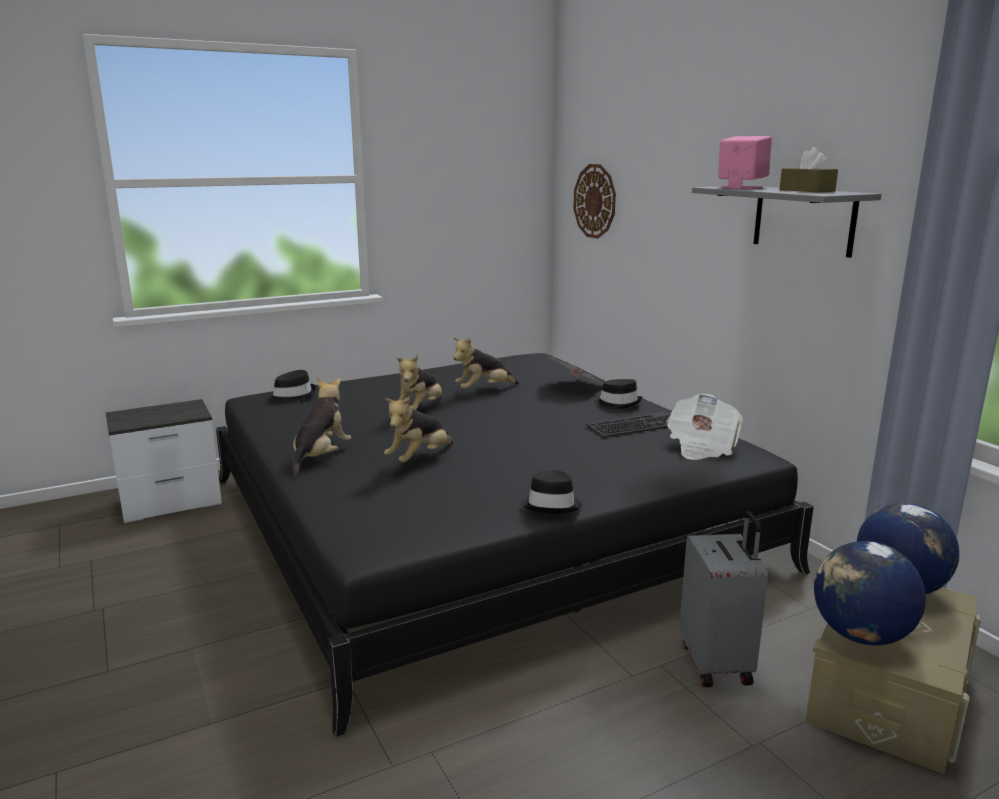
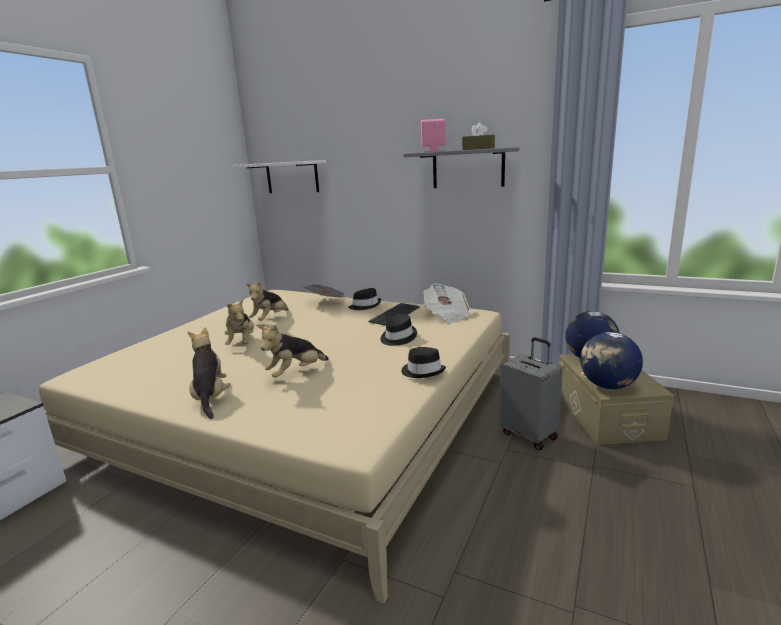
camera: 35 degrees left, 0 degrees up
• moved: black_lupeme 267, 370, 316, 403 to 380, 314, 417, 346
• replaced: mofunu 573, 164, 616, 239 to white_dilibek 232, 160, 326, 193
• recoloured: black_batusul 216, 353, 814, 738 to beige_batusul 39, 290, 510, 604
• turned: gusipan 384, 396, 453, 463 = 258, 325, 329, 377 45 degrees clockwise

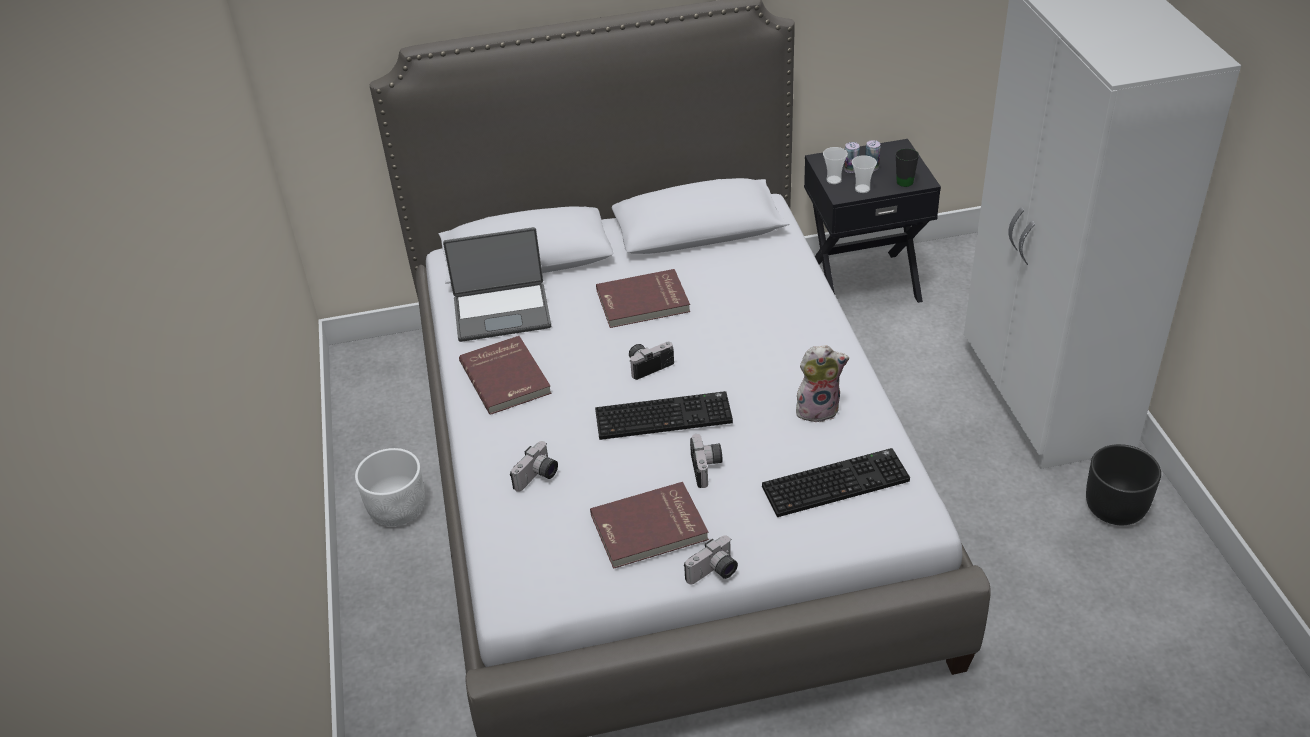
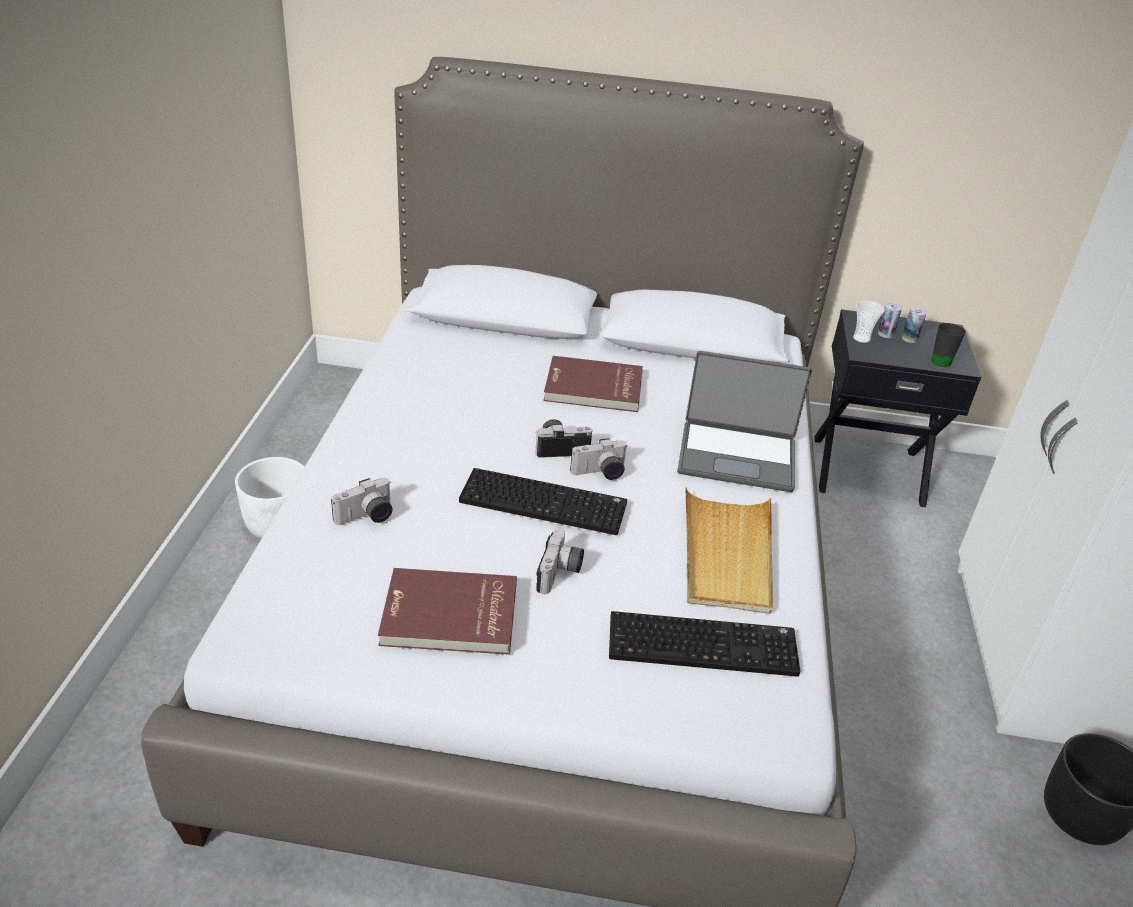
camera: 15 degrees right, 5 degrees down
• removed: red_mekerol 459, 336, 552, 415
• removed: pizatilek 852, 155, 877, 193
• moved: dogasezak 443, 227, 551, 342 to 677, 351, 812, 492
• moved: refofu 684, 535, 738, 584 to 570, 438, 628, 480
• replaced: gusipan 796, 345, 849, 422 to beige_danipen 685, 487, 773, 614

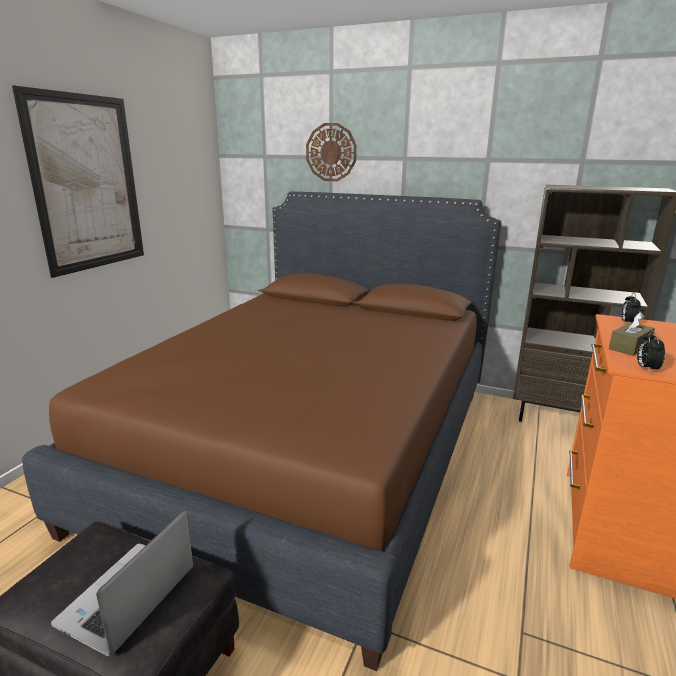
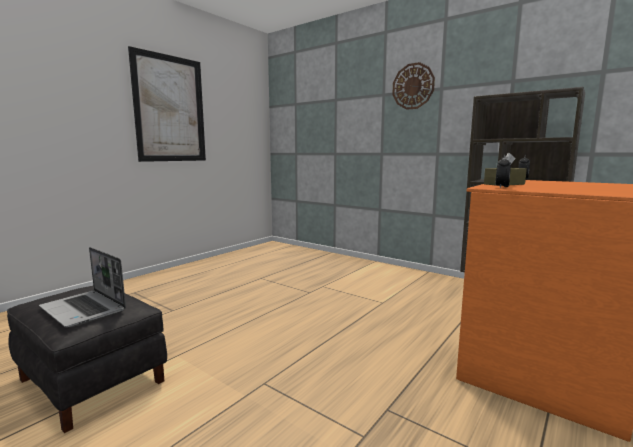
camera: 15 degrees right, 10 degrees down
• removed: brown_batusul 22, 191, 501, 671
• moved: mofunu 306, 123, 357, 181 to 392, 62, 435, 110
• turned: dogasezak 51, 511, 193, 656 = 39, 247, 126, 327 90 degrees counterclockwise

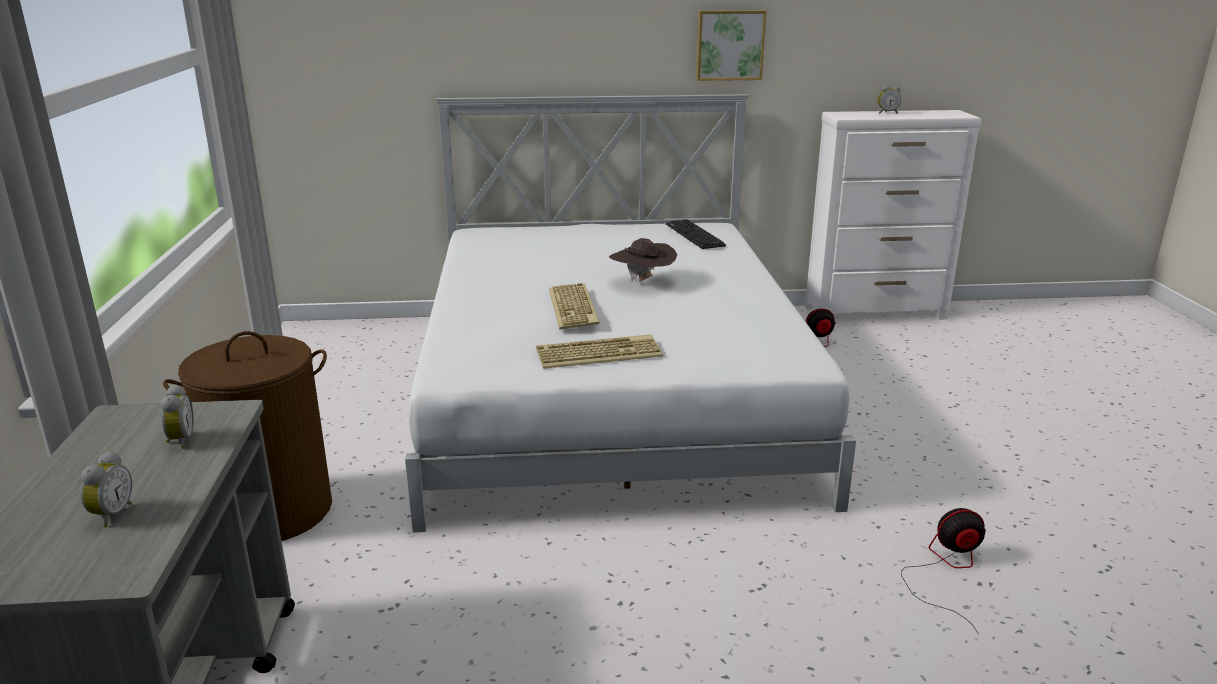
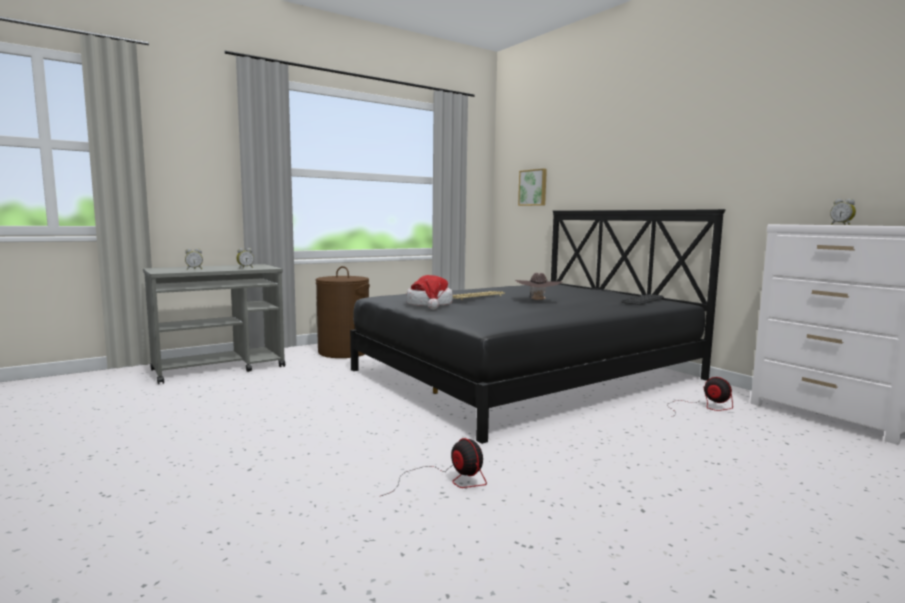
camera: 60 degrees right, 15 degrees down
• moved: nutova 696, 10, 766, 81 to 518, 169, 547, 206
• replaced: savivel 536, 335, 663, 369 to lupeme 407, 275, 453, 309
• recoloured: white_batusul 405, 94, 856, 533 to black_batusul 350, 209, 726, 444

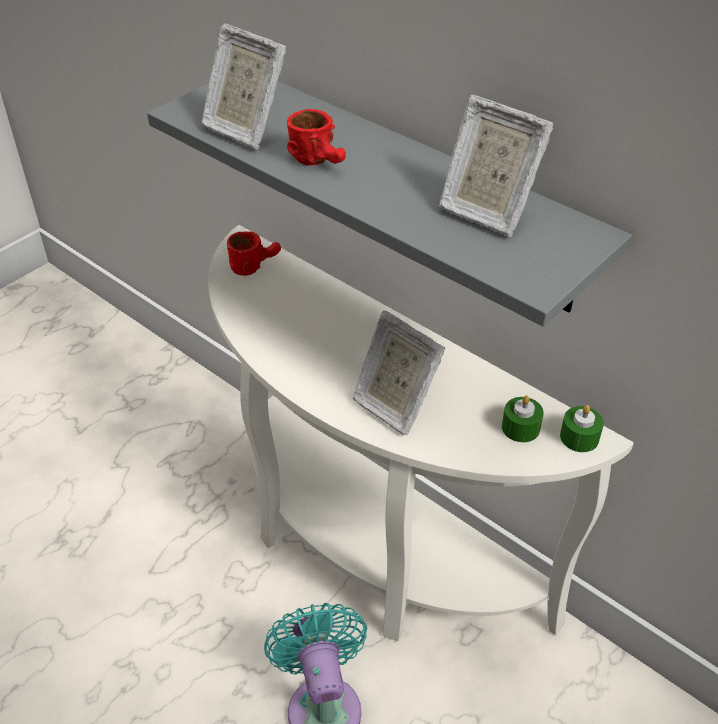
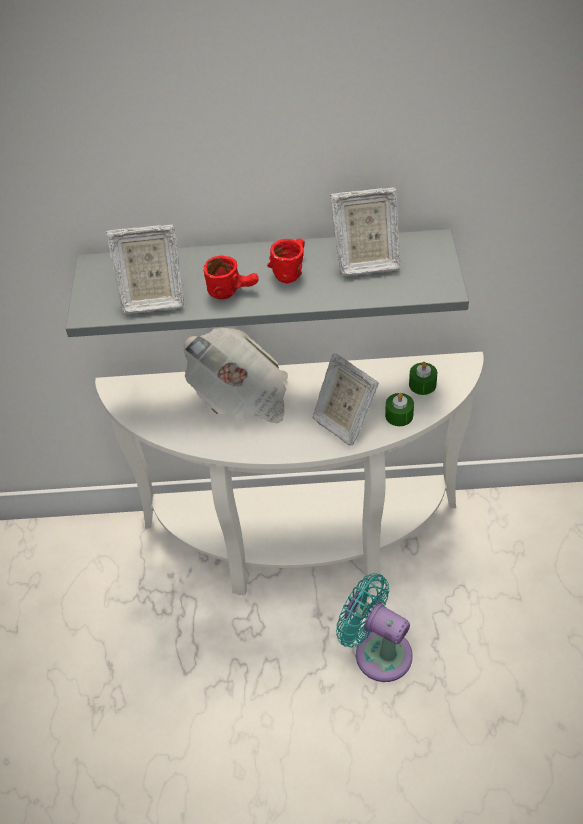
camera: 40 degrees left, 5 degrees up
• added: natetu 184, 328, 288, 423
• moved: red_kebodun 227, 231, 281, 276 to 267, 238, 305, 283
• moved: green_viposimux 560, 405, 604, 452 to 385, 393, 414, 426
• turned: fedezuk 353, 310, 445, 435 = 312, 353, 379, 446 45 degrees clockwise

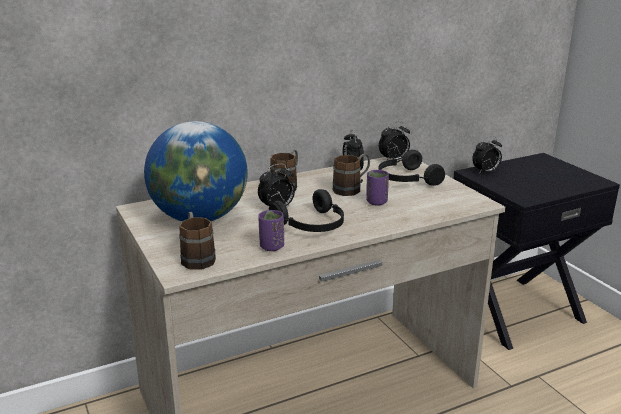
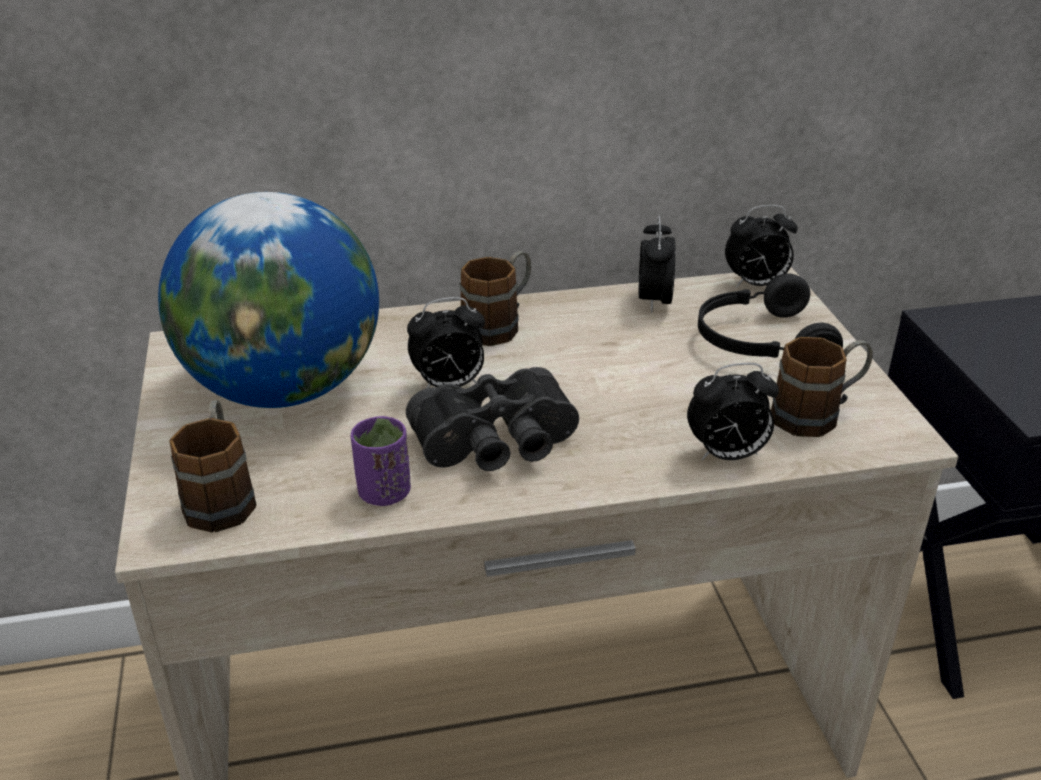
camera: 15 degrees right, 10 degrees up
• removed: purple_pizatilek 366, 170, 389, 206
• moved: brown_kebodun 333, 154, 370, 196 to 771, 337, 873, 437
• moved: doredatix 472, 136, 502, 174 to 687, 363, 779, 460
• replaced: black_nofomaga 269, 189, 344, 232 to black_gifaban 406, 367, 579, 471

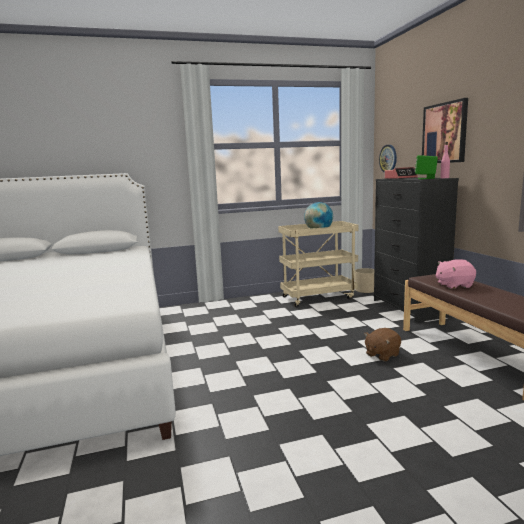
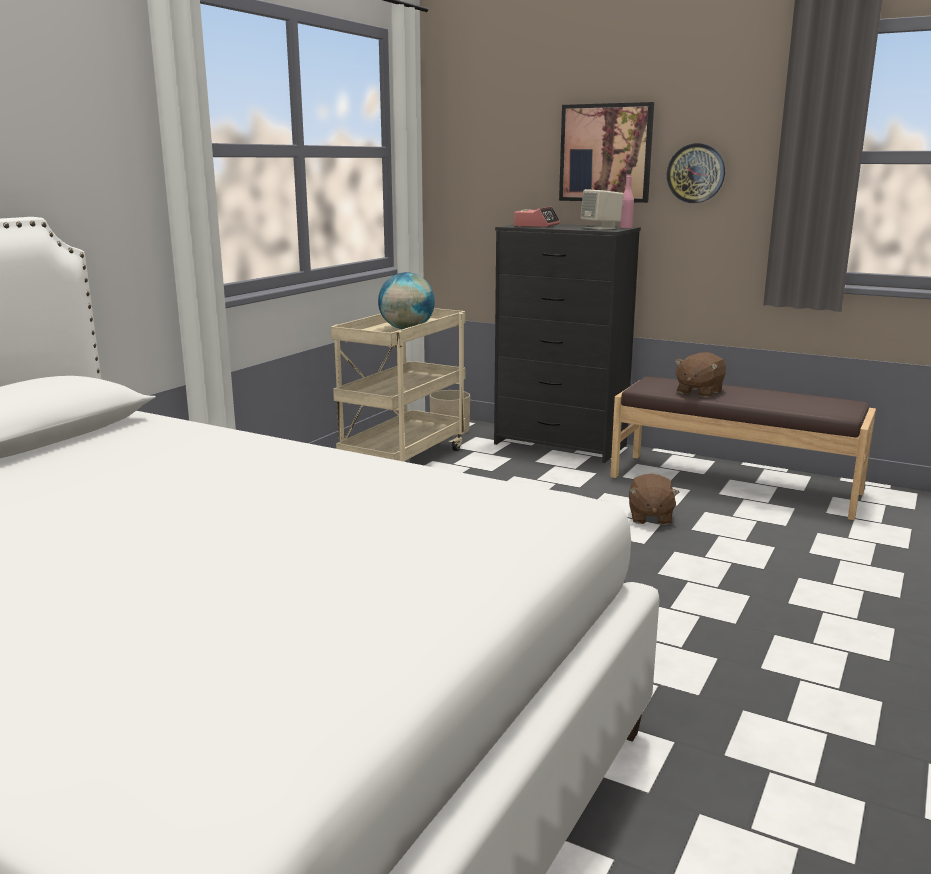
camera: 45 degrees left, 5 degrees up
• moved: mofunu 379, 145, 397, 173 to 667, 143, 725, 203
• recoloured: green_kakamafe 415, 155, 438, 179 to beige_kakamafe 580, 189, 624, 230
• recoloured: pink_gusipan 435, 259, 476, 289 to brown_gusipan 675, 352, 726, 398

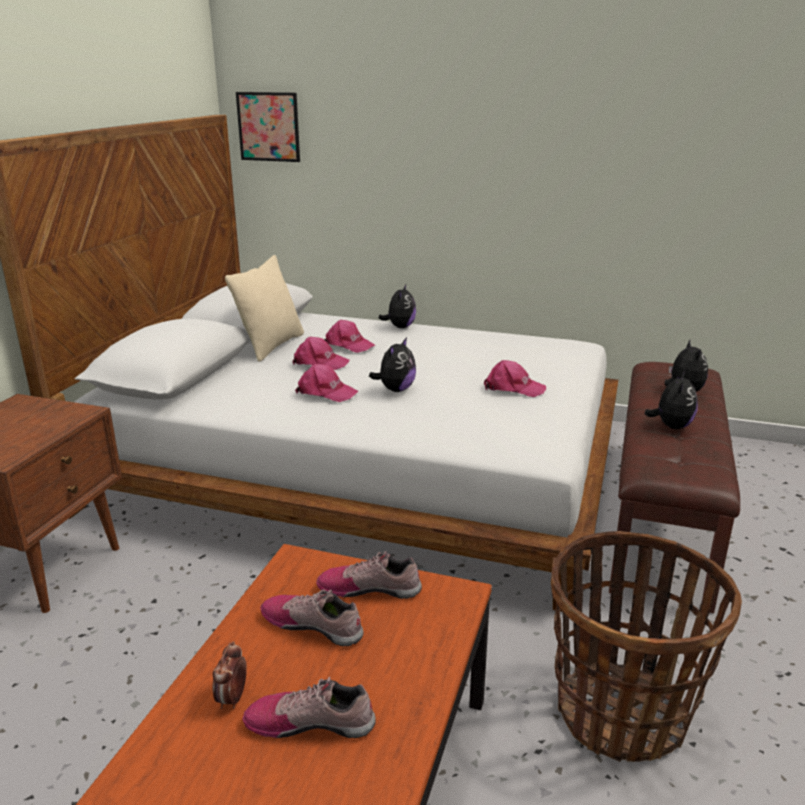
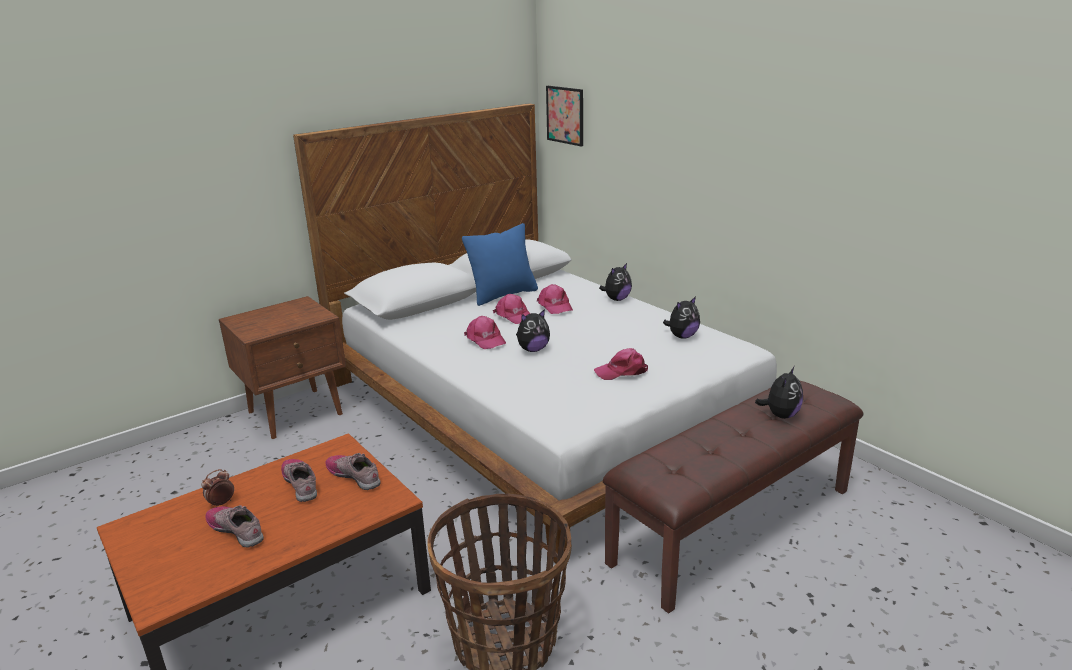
camera: 35 degrees right, 0 degrees up
• moved: gusipan 644, 371, 698, 429 to 663, 296, 700, 339
• recoloured: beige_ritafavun 225, 255, 304, 362 to blue_ritafavun 462, 223, 538, 306
• turned: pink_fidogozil 484, 360, 546, 397 = 594, 348, 648, 380 120 degrees clockwise

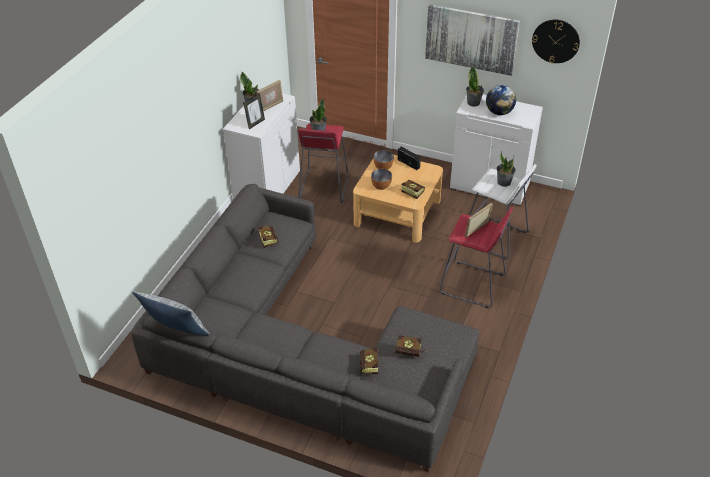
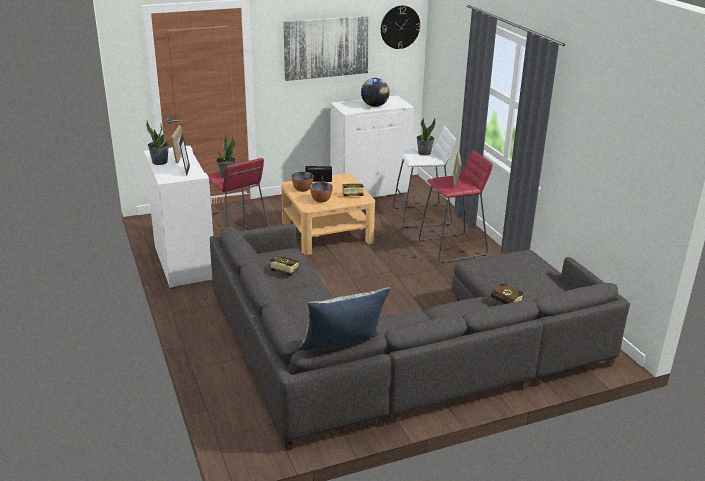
camera: 45 degrees left, 15 degrees down
• removed: mekerol 396, 334, 427, 357
• removed: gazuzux 466, 66, 484, 107

